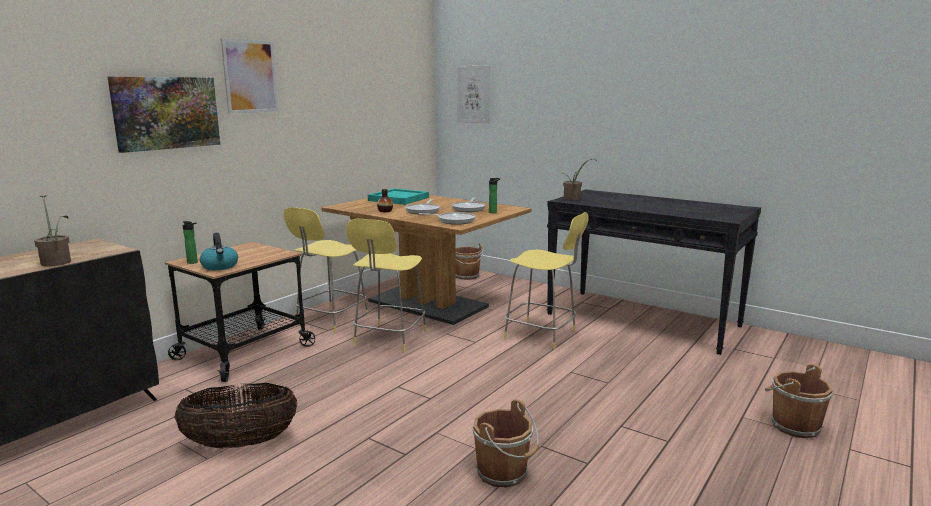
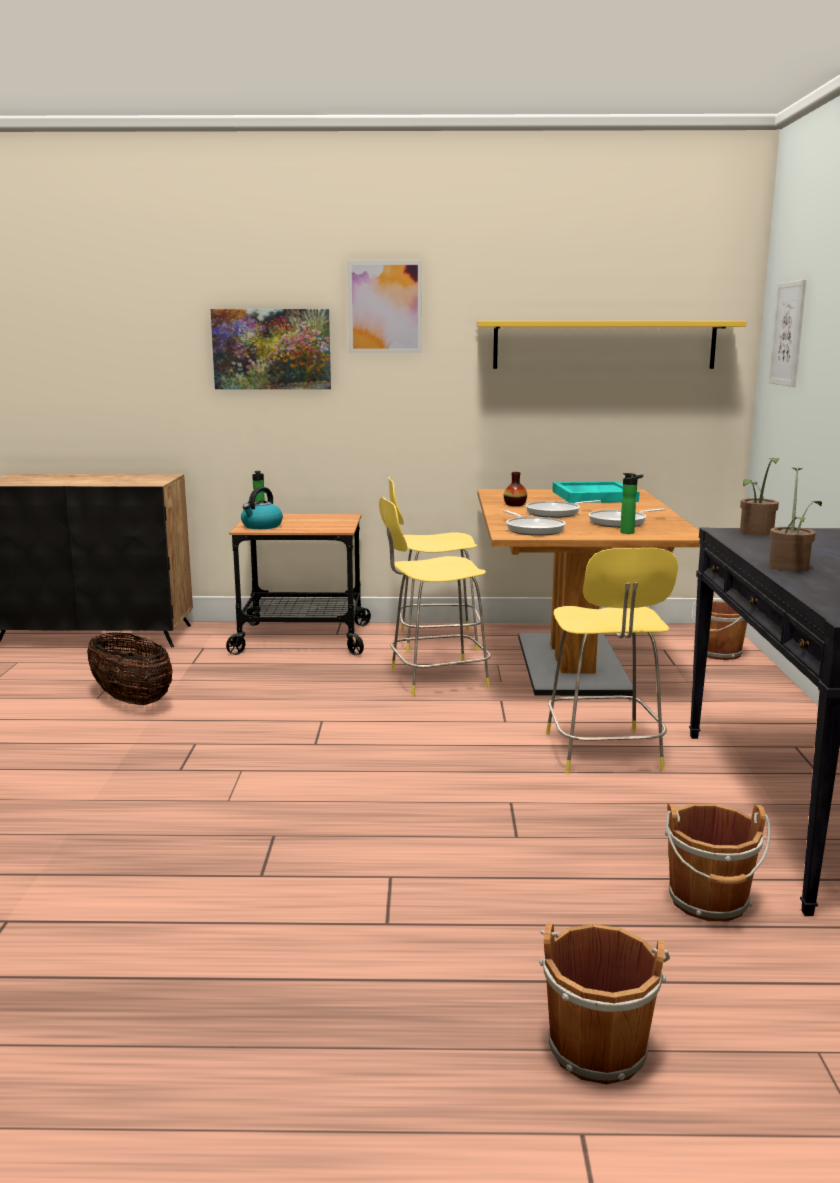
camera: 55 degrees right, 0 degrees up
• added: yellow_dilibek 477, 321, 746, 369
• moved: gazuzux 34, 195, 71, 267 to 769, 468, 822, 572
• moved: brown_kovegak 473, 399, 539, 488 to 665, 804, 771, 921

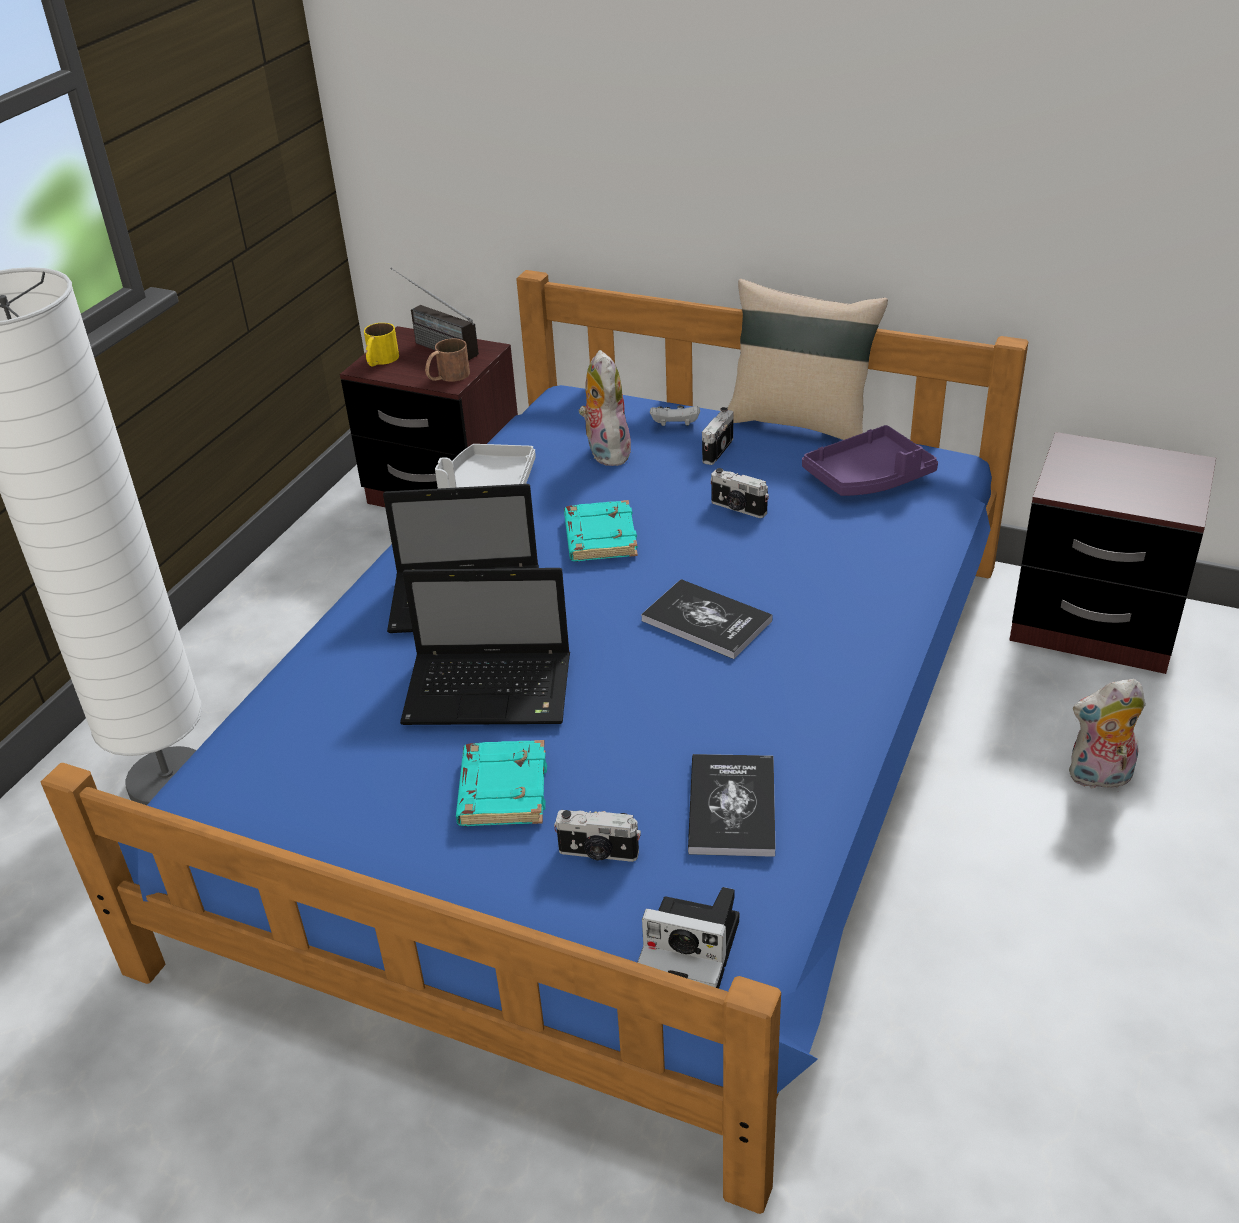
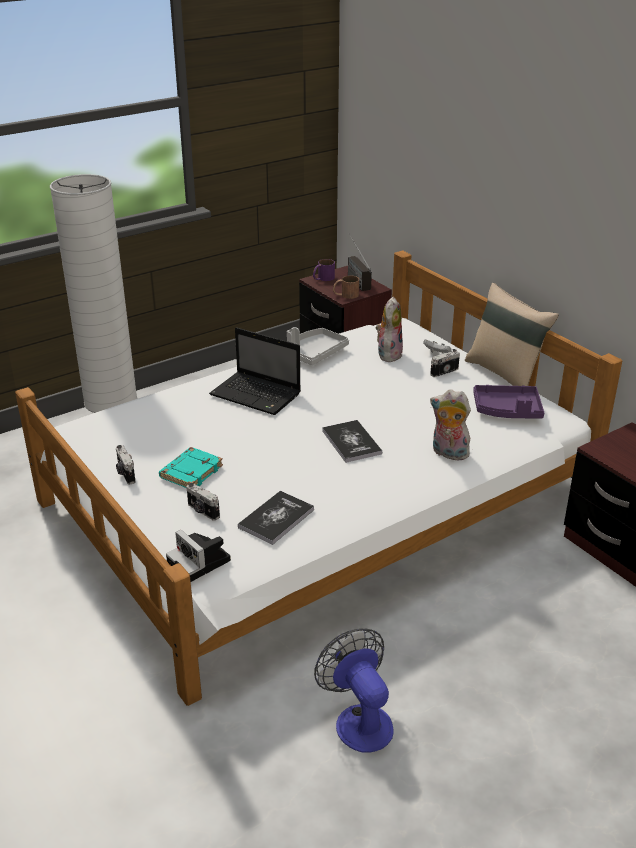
camera: 30 degrees right, 5 degrees down
• removed: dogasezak 400, 568, 570, 725
• removed: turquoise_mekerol 564, 500, 638, 561
• added: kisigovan 314, 628, 393, 753
• moved: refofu 711, 468, 769, 518 to 116, 445, 136, 485
• moved: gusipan 1069, 679, 1146, 792 to 430, 389, 471, 462
• recoloured: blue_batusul 41, 270, 1028, 1214 to white_batusul 15, 250, 622, 706
• recoloured: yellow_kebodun 364, 323, 399, 366 to purple_kebodun 313, 259, 335, 281

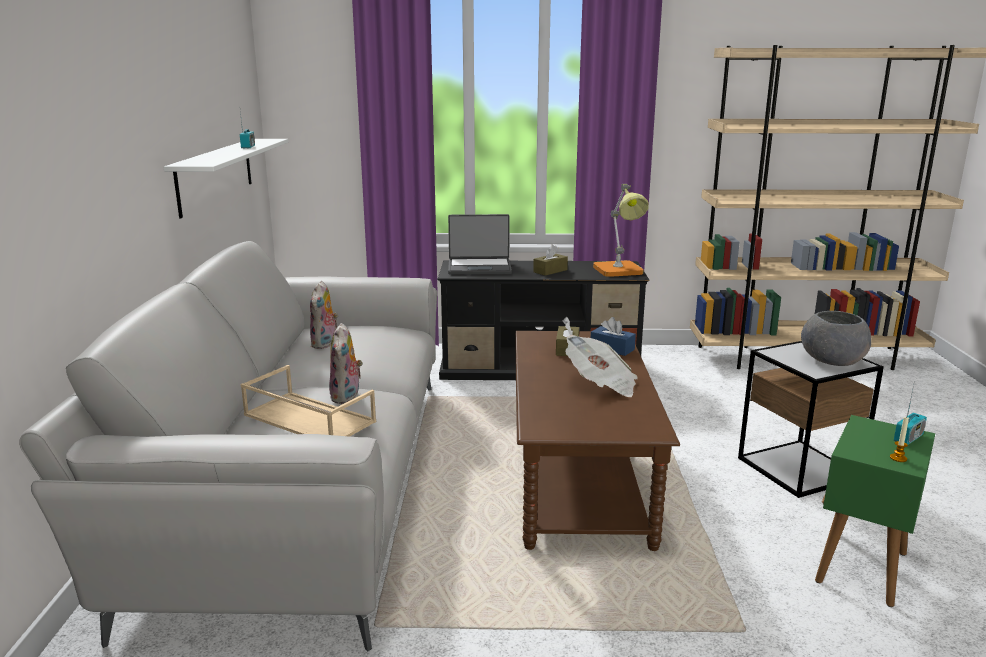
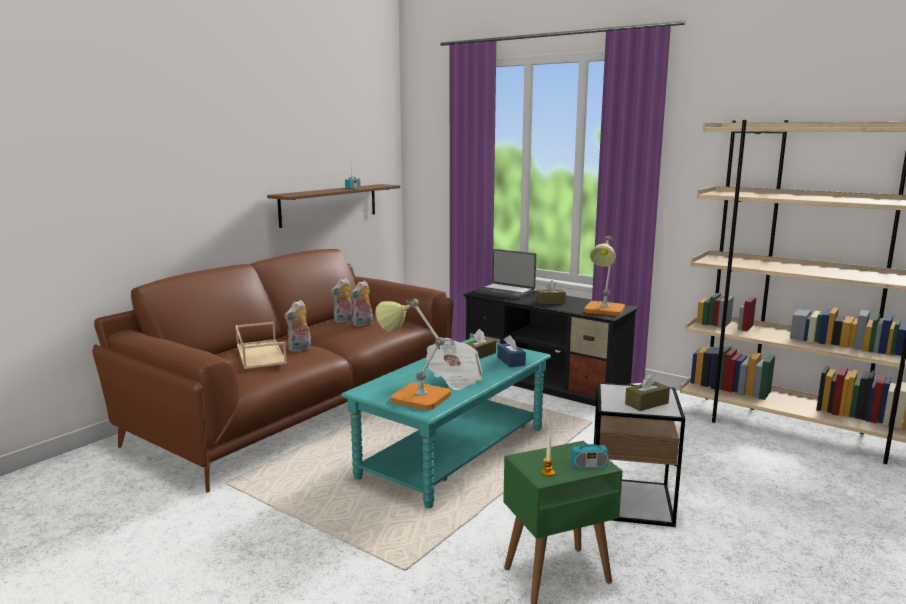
camera: 35 degrees right, 5 degrees down
• added: gusipan 350, 280, 373, 327
• added: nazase 375, 299, 451, 410
• replaced: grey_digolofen 801, 311, 871, 366 to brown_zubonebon 625, 372, 670, 411
• recoloured: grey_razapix 19, 241, 437, 651 to brown_razapix 92, 249, 453, 493
• recoloured: white_dilibek 164, 139, 288, 219 to brown_dilibek 267, 184, 400, 228
• recoloured: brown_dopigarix 515, 331, 680, 551 to turquoise_dopigarix 341, 338, 551, 508

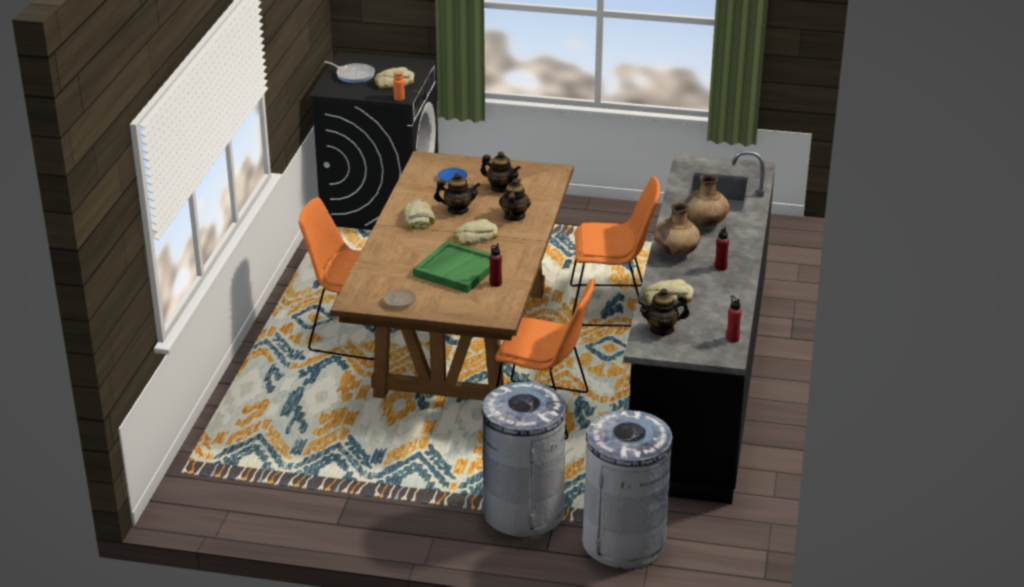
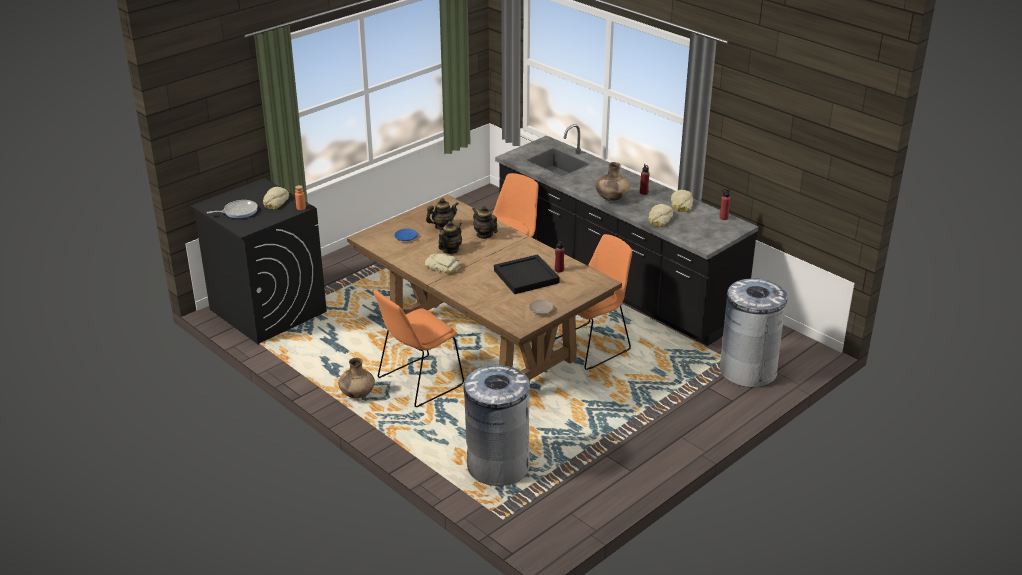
camera: 55 degrees left, 0 degrees up
• removed: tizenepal 637, 288, 690, 336
• moved: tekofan 453, 219, 498, 245 to 671, 190, 693, 212
• moved: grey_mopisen 482, 382, 567, 537 to 463, 365, 530, 486
• moved: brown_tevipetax 684, 174, 730, 227 to 338, 358, 375, 398
• recoloured: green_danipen 413, 241, 491, 293 to black_danipen 494, 254, 560, 294

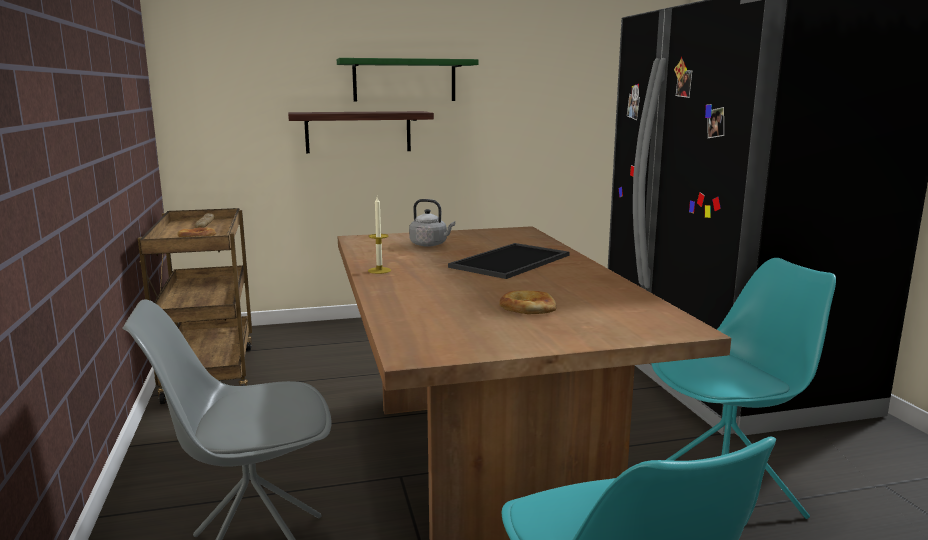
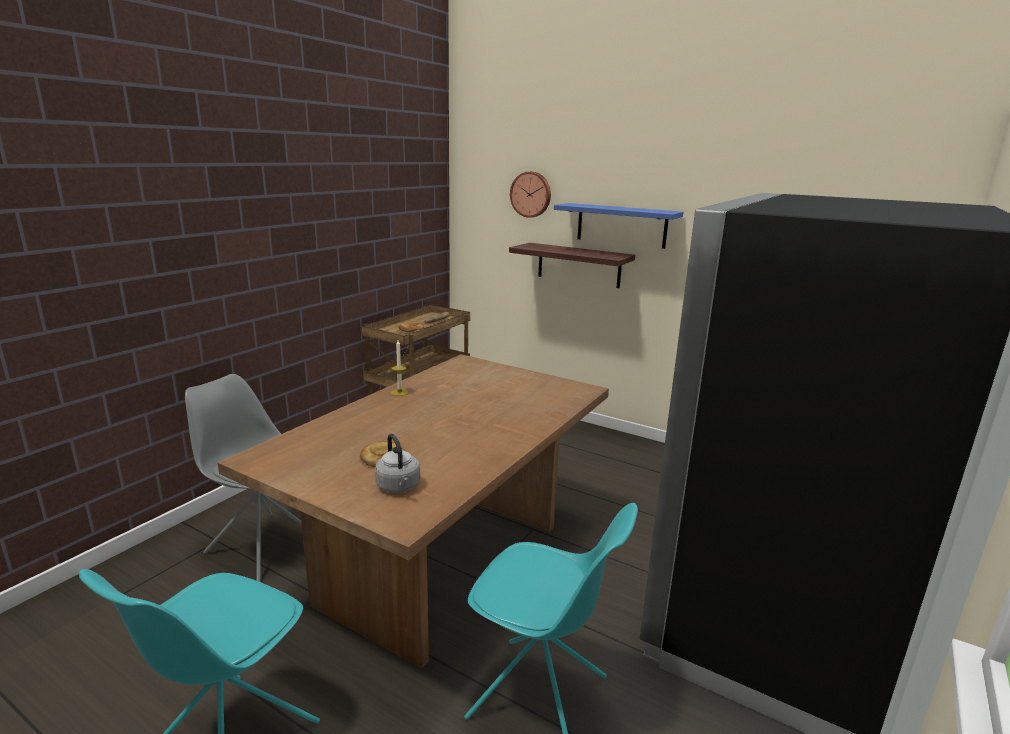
camera: 45 degrees right, 5 degrees up
• removed: danipen 448, 243, 569, 279
• added: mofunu 510, 172, 551, 218
• moved: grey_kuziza 409, 199, 455, 247 to 375, 433, 420, 493
• recoloured: green_dilibek 337, 58, 479, 101 to blue_dilibek 554, 203, 683, 249

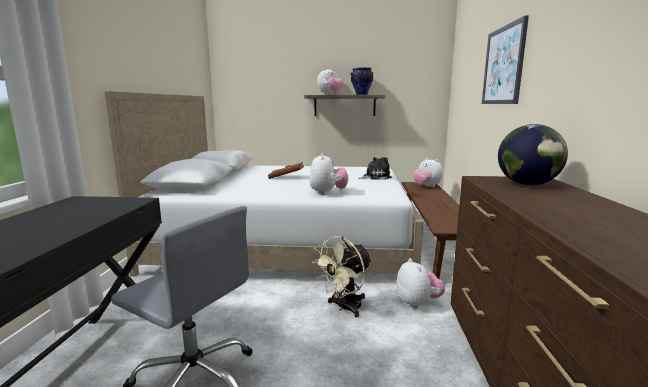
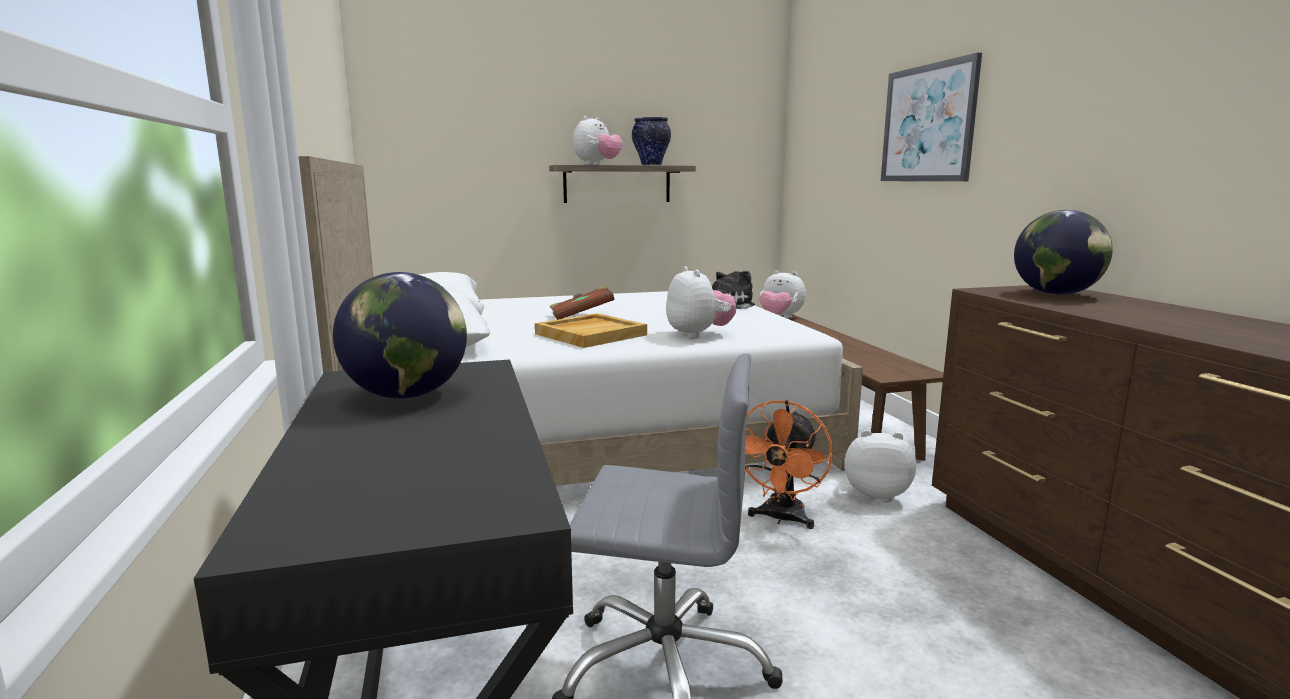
camera: 20 degrees left, 0 degrees up
• added: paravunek 333, 272, 467, 399
• added: beige_danipen 535, 313, 647, 348
• recoloured: beige_kisigovan 312, 236, 372, 317 to orange_kisigovan 745, 400, 833, 529
• turned: gusipan 396, 258, 445, 309 = 844, 430, 916, 502 45 degrees counterclockwise

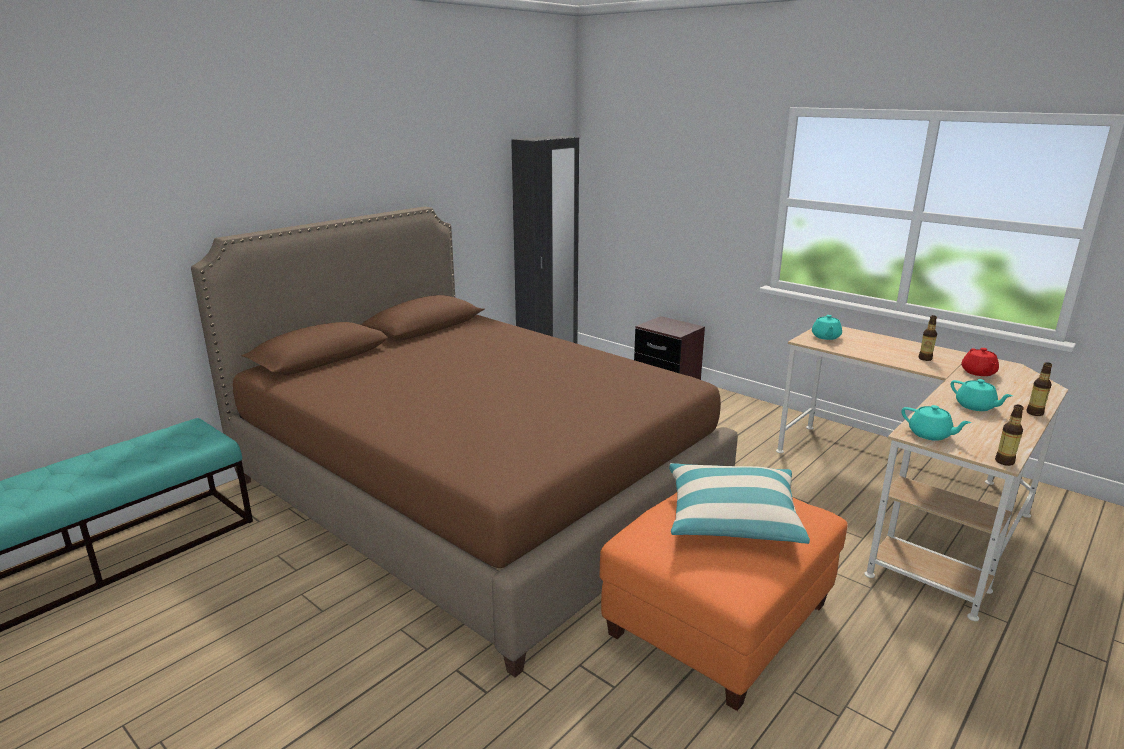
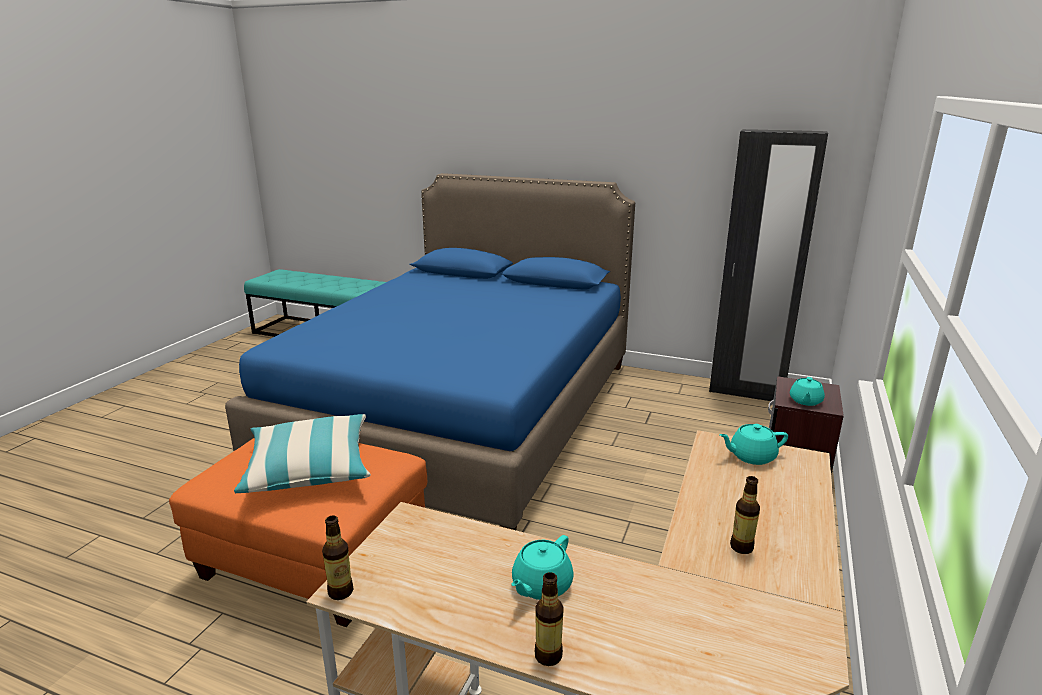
camera: 70 degrees right, 0 degrees up
• removed: red_tizenepal 961, 348, 999, 376
• moved: turquoise_tizenepal 901, 405, 971, 441 to 790, 377, 825, 406
• recoloured: brown_batusul 191, 207, 738, 677 to blue_batusul 225, 173, 635, 530

